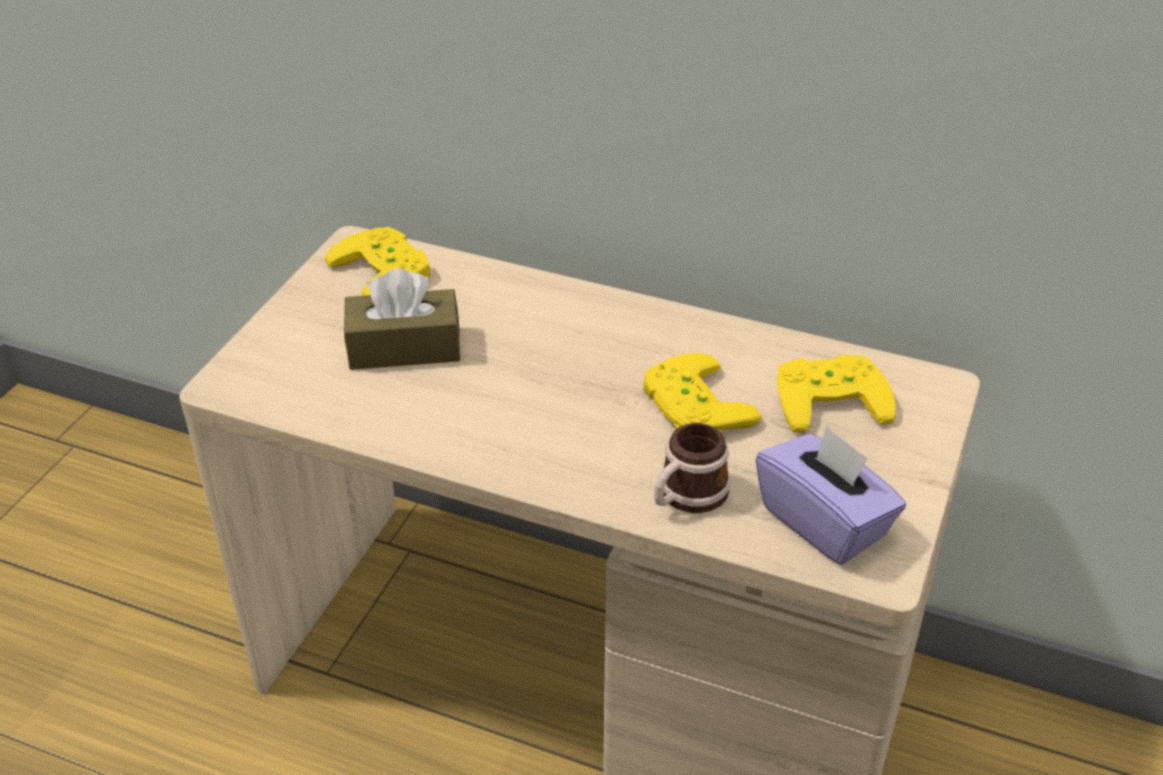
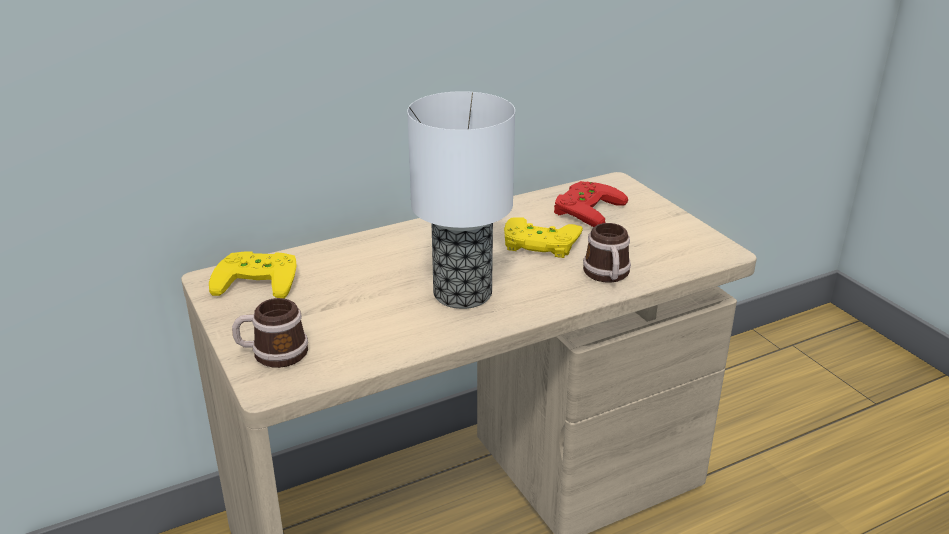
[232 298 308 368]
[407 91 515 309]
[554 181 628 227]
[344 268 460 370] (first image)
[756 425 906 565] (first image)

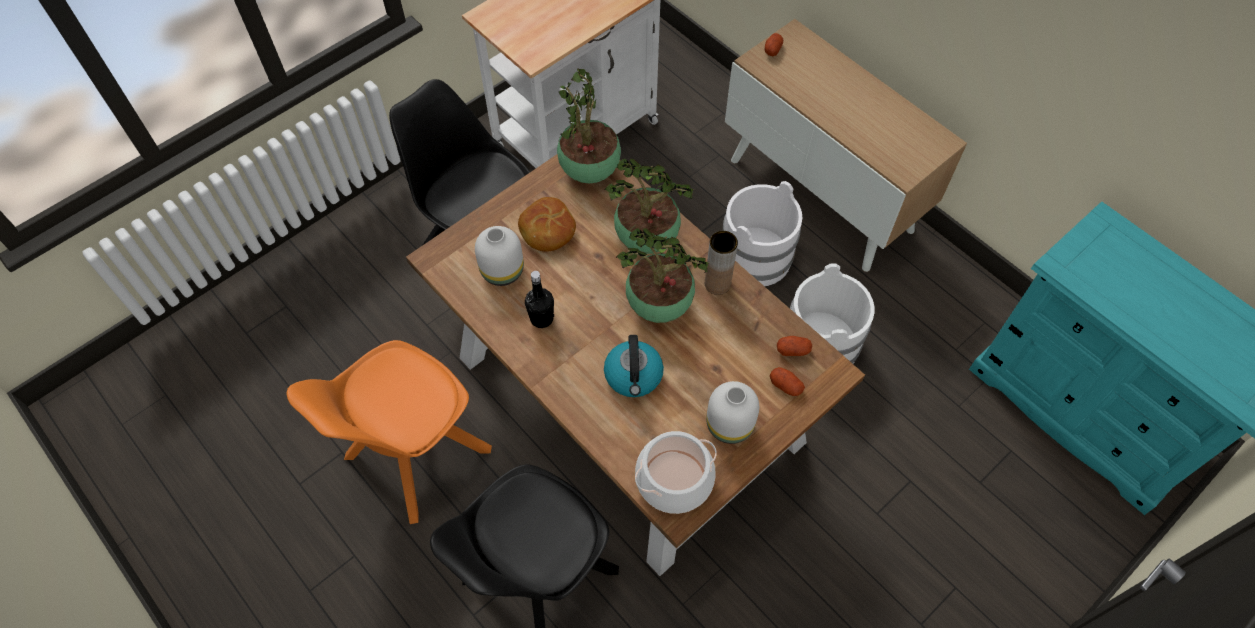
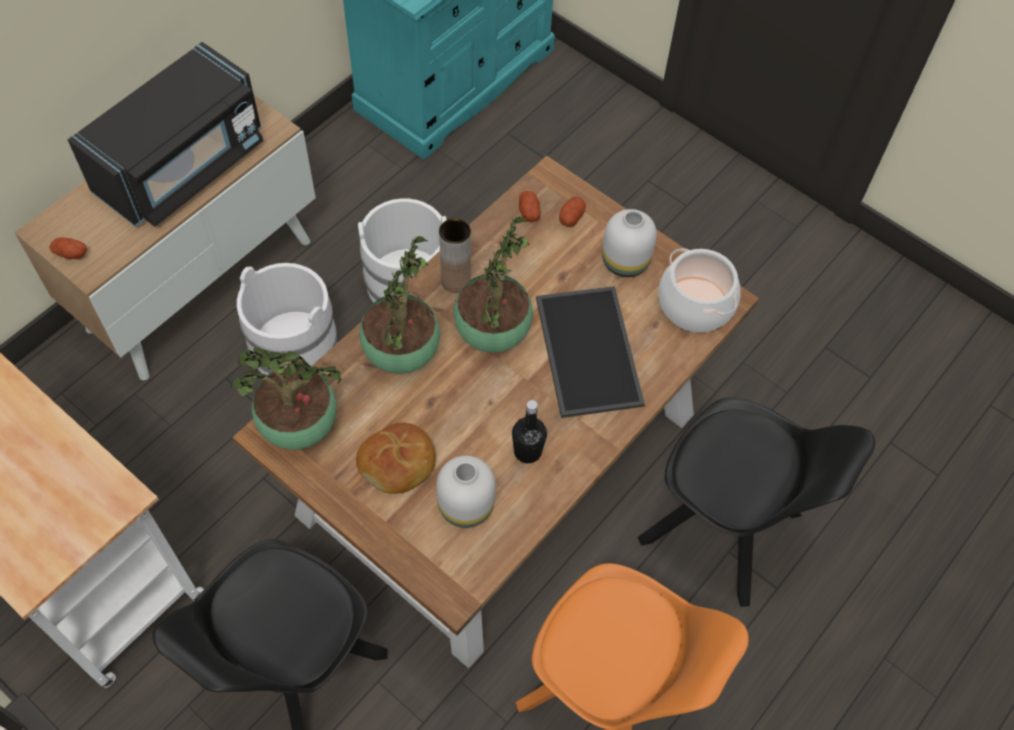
[68 42 263 227]
[536 286 645 418]

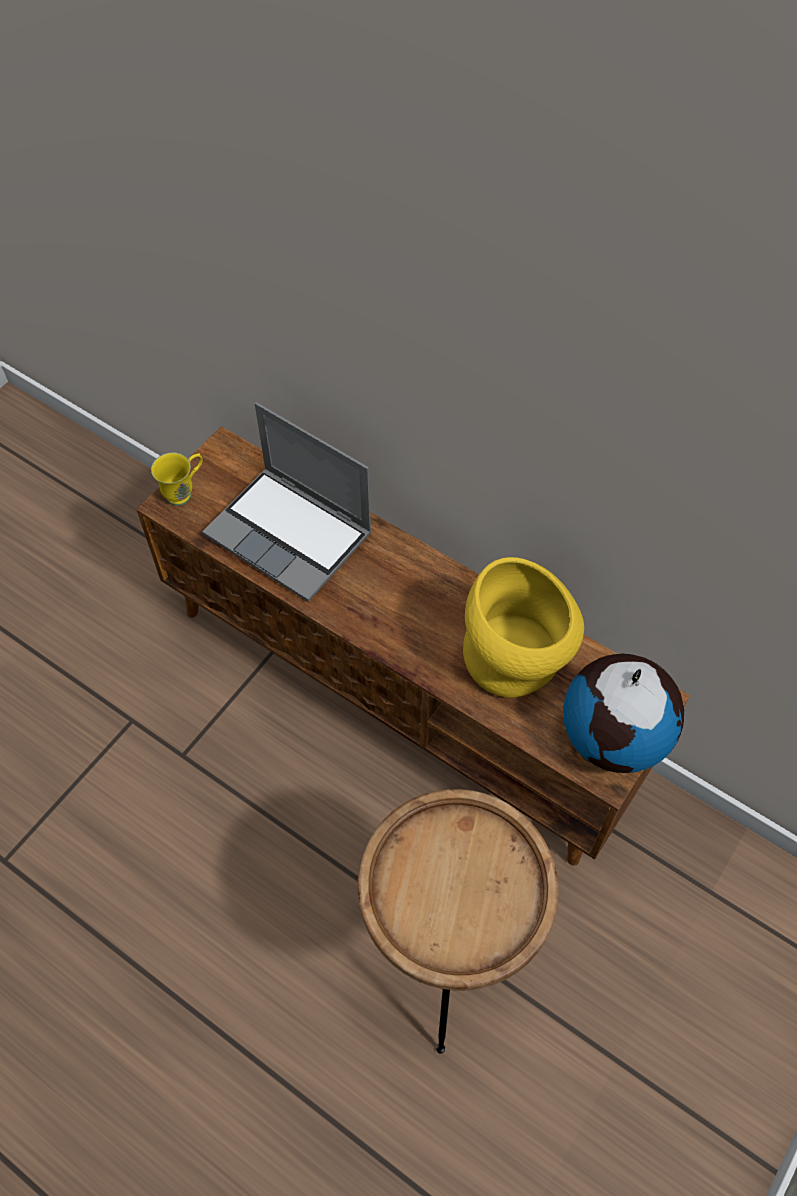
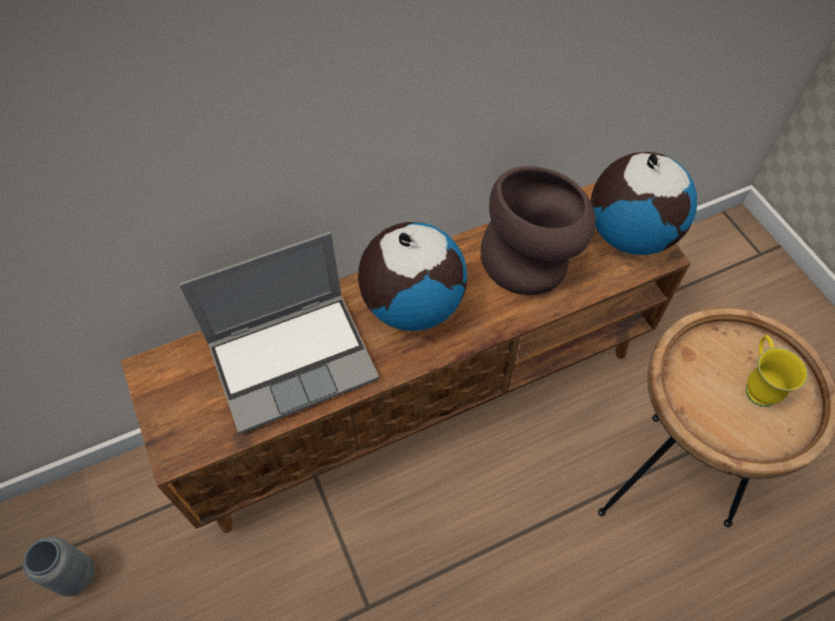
[23 537 94 597]
[358 222 467 331]
[481 166 596 295]
[746 335 808 407]

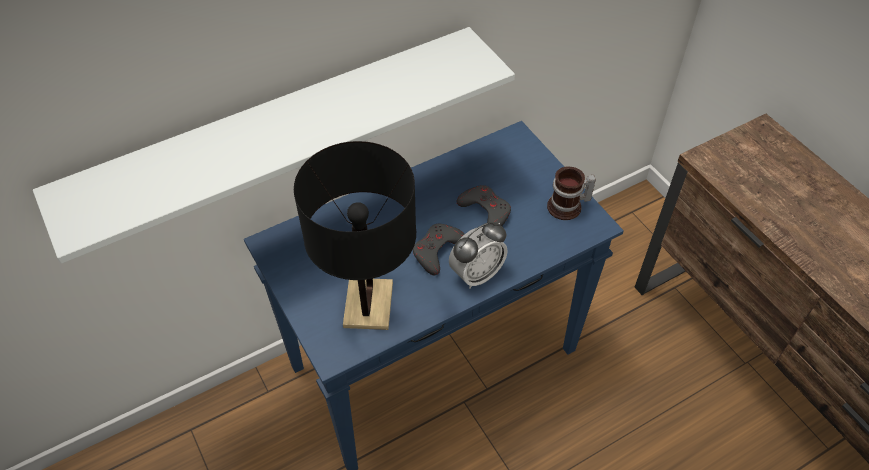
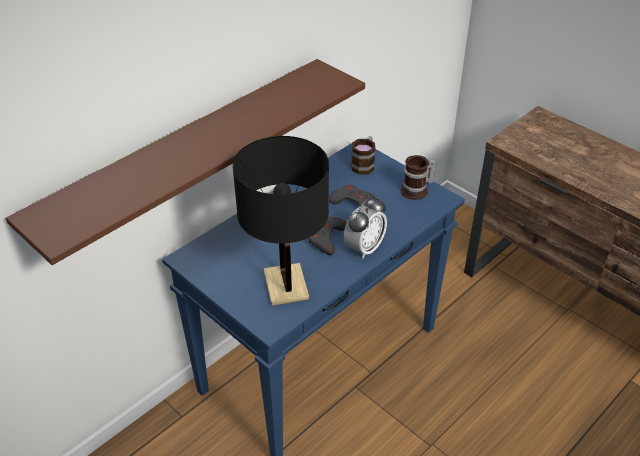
[6 59 365 265]
[351 136 375 175]

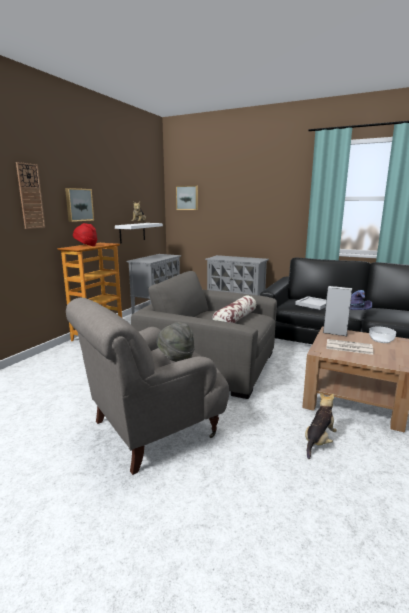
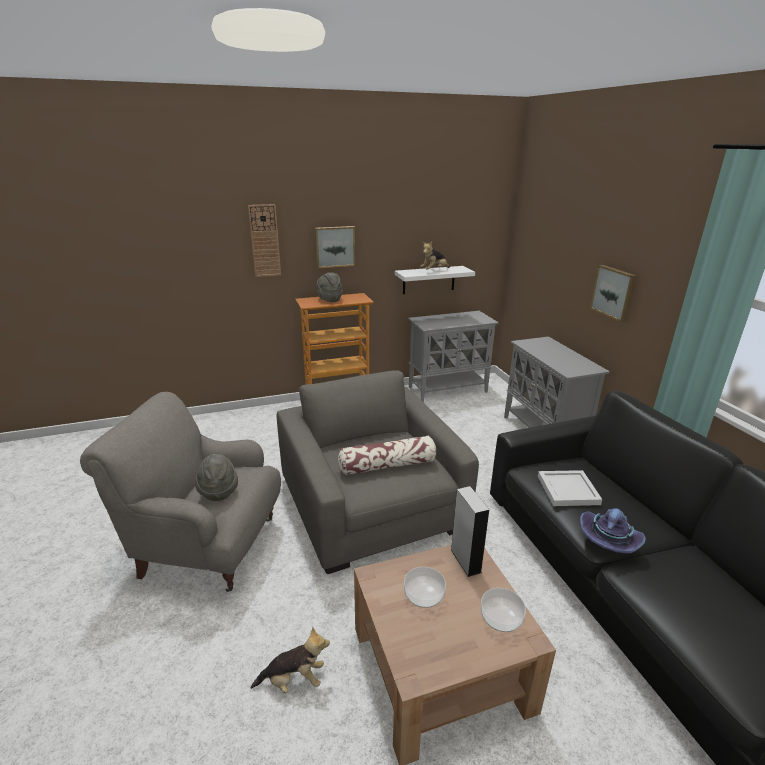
[316 272 343 302]
[404 567 446 608]
[590 265 637 322]

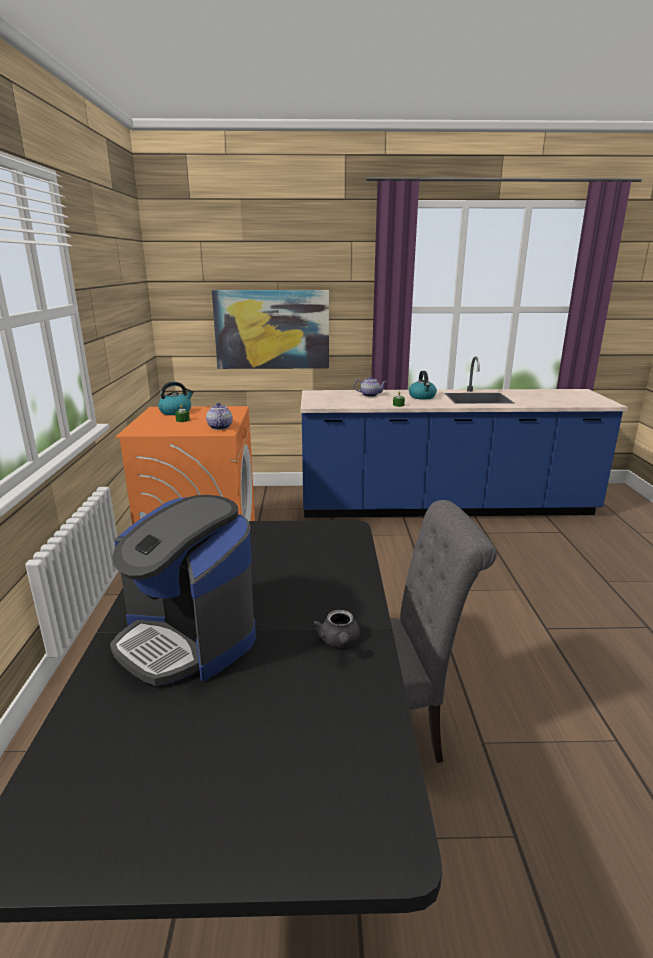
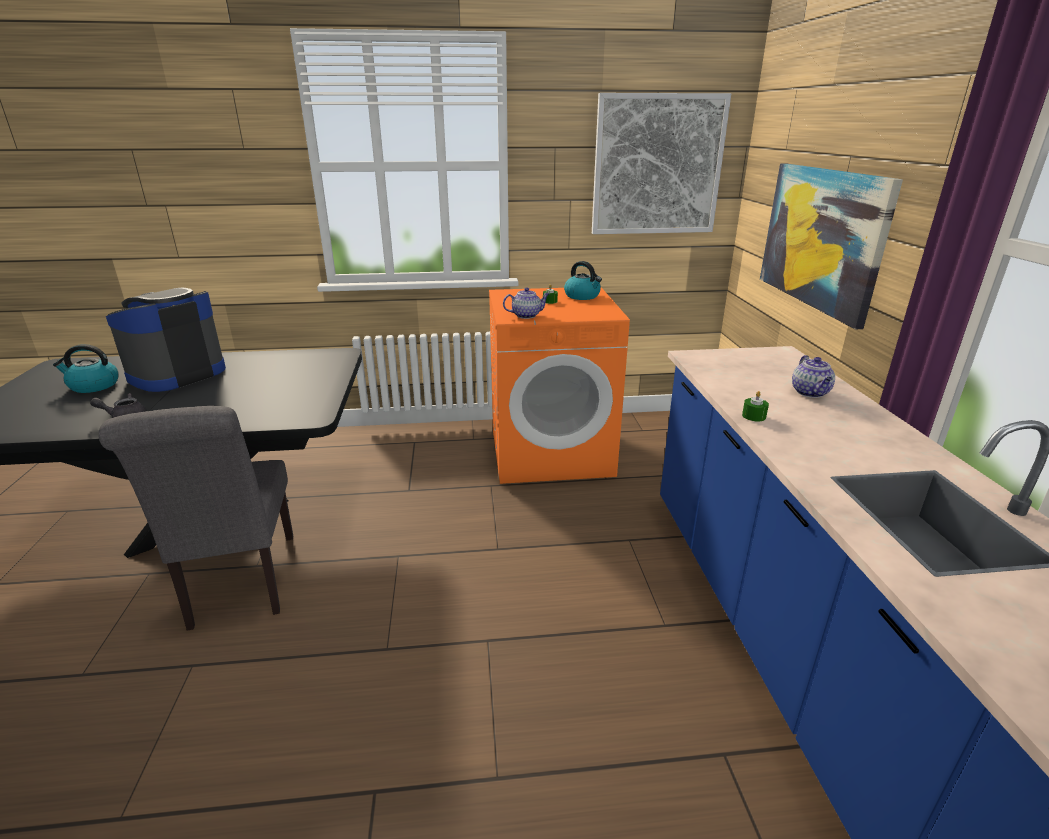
[53 344 118 393]
[592 93 731 234]

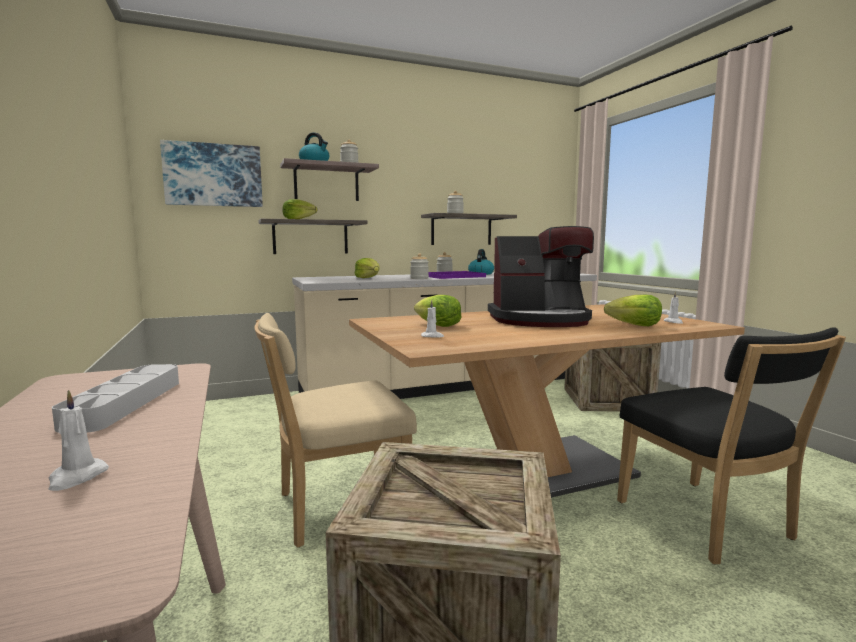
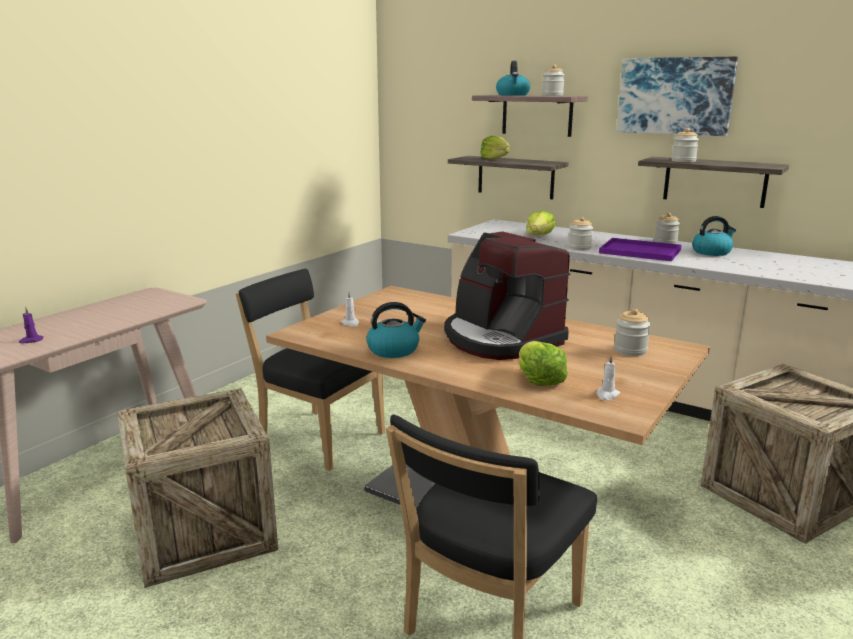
[19 307 43 343]
[236 269 385 471]
[366 302 426 358]
[614 308 651 356]
[617 57 738 136]
[52 364 179 433] (first image)
[414 295 462 327] (first image)

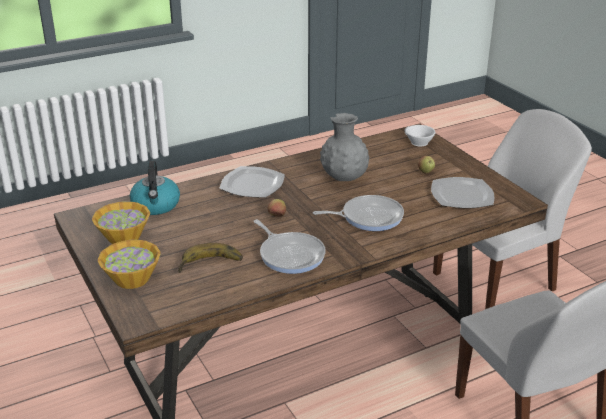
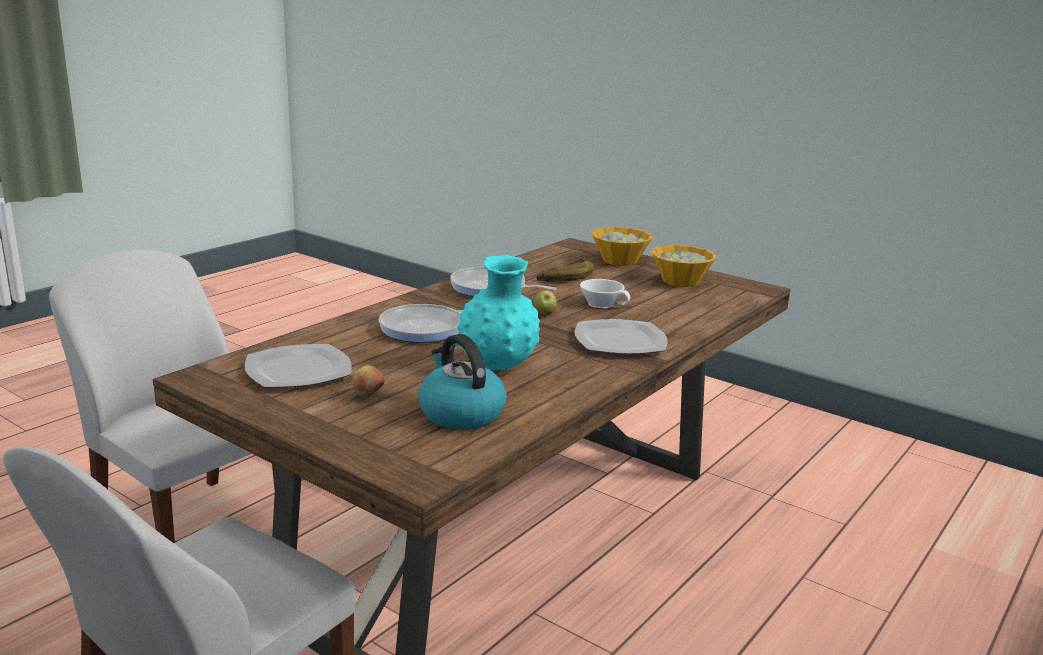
[418 334 507 430]
[457 255 540 370]
[580 279 630 308]

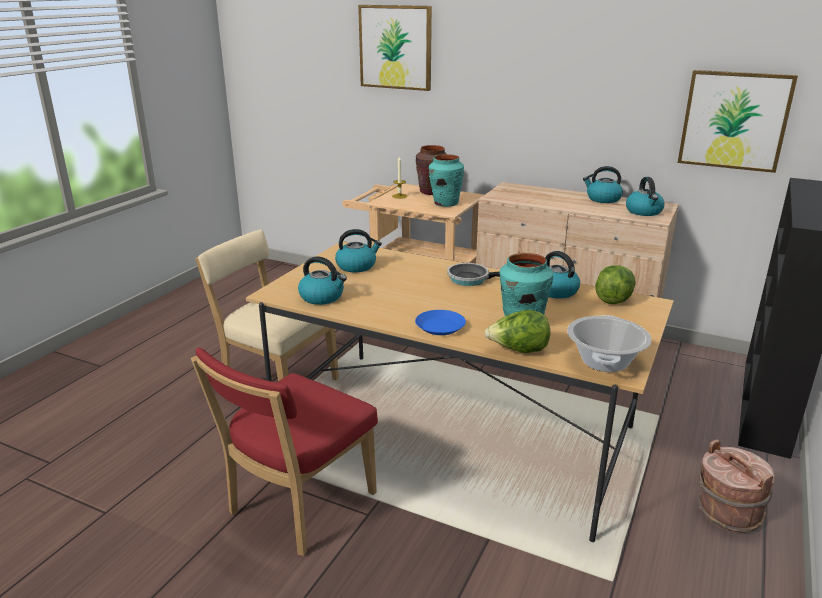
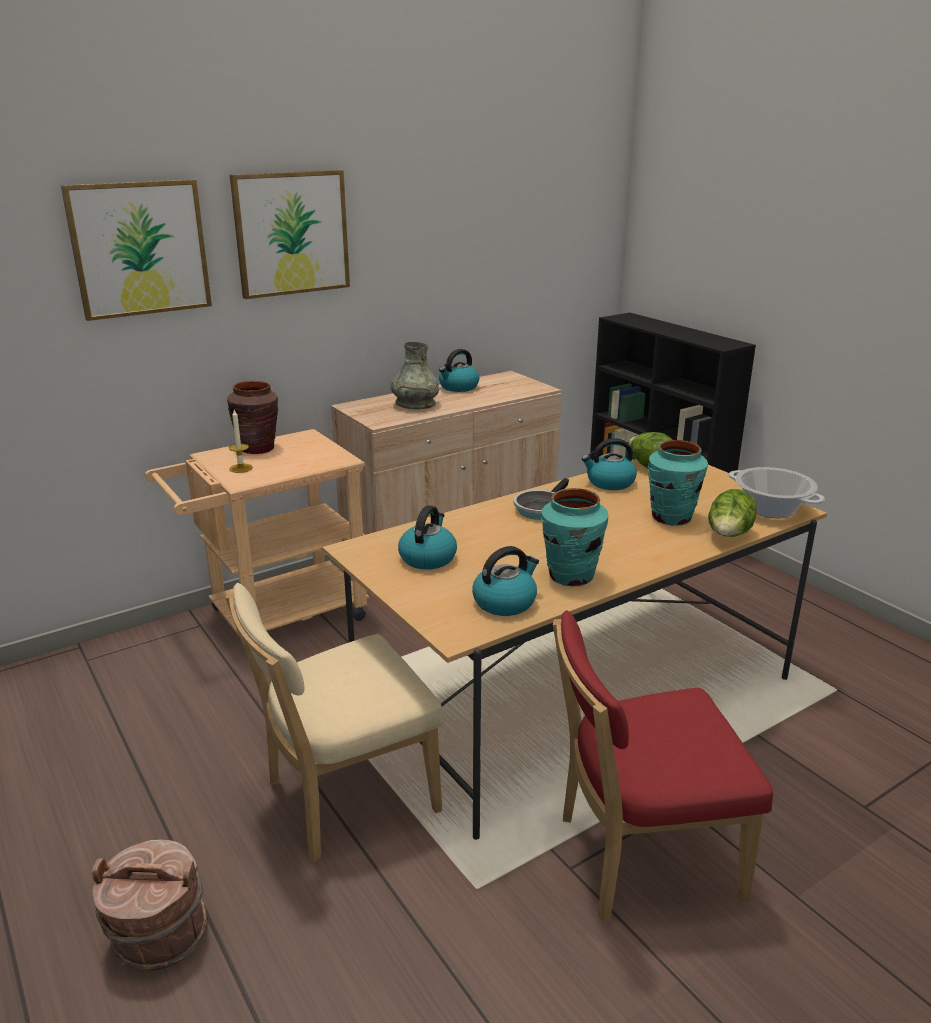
[92 839 207 971]
[230 170 350 299]
[390 342 439 409]
[541 488 608 586]
[553 610 773 923]
[415 310 466 335] (first image)
[626 177 665 216] (first image)

